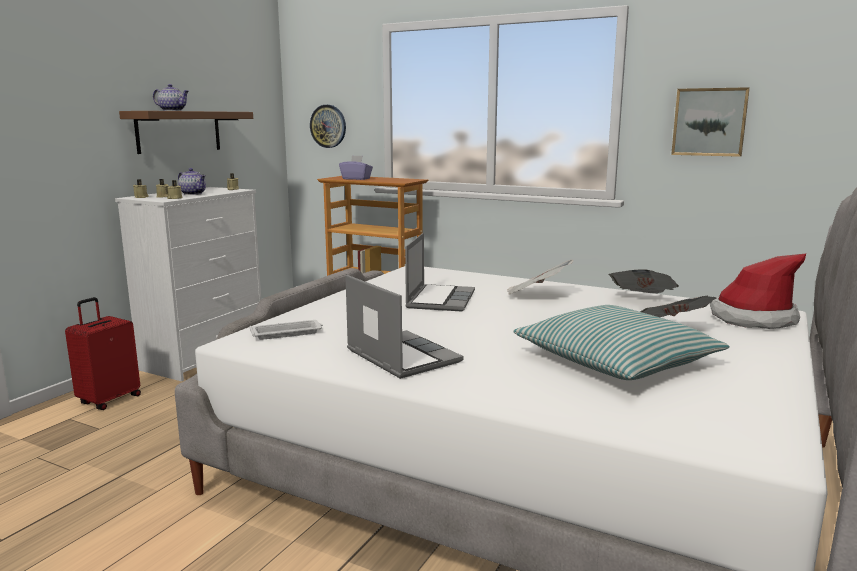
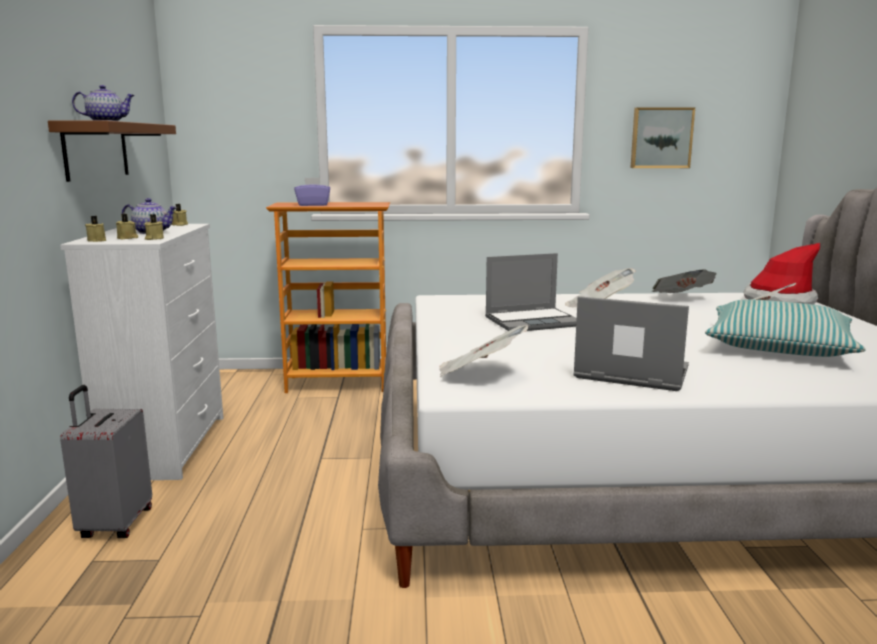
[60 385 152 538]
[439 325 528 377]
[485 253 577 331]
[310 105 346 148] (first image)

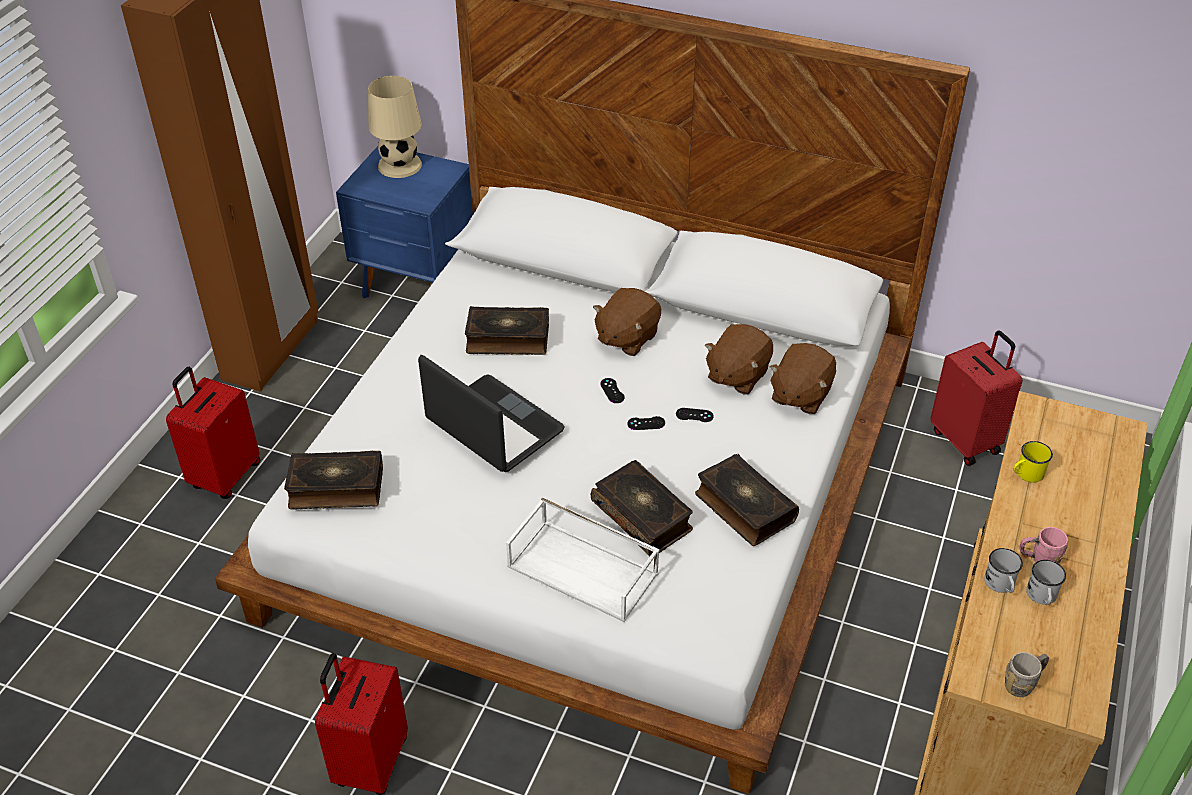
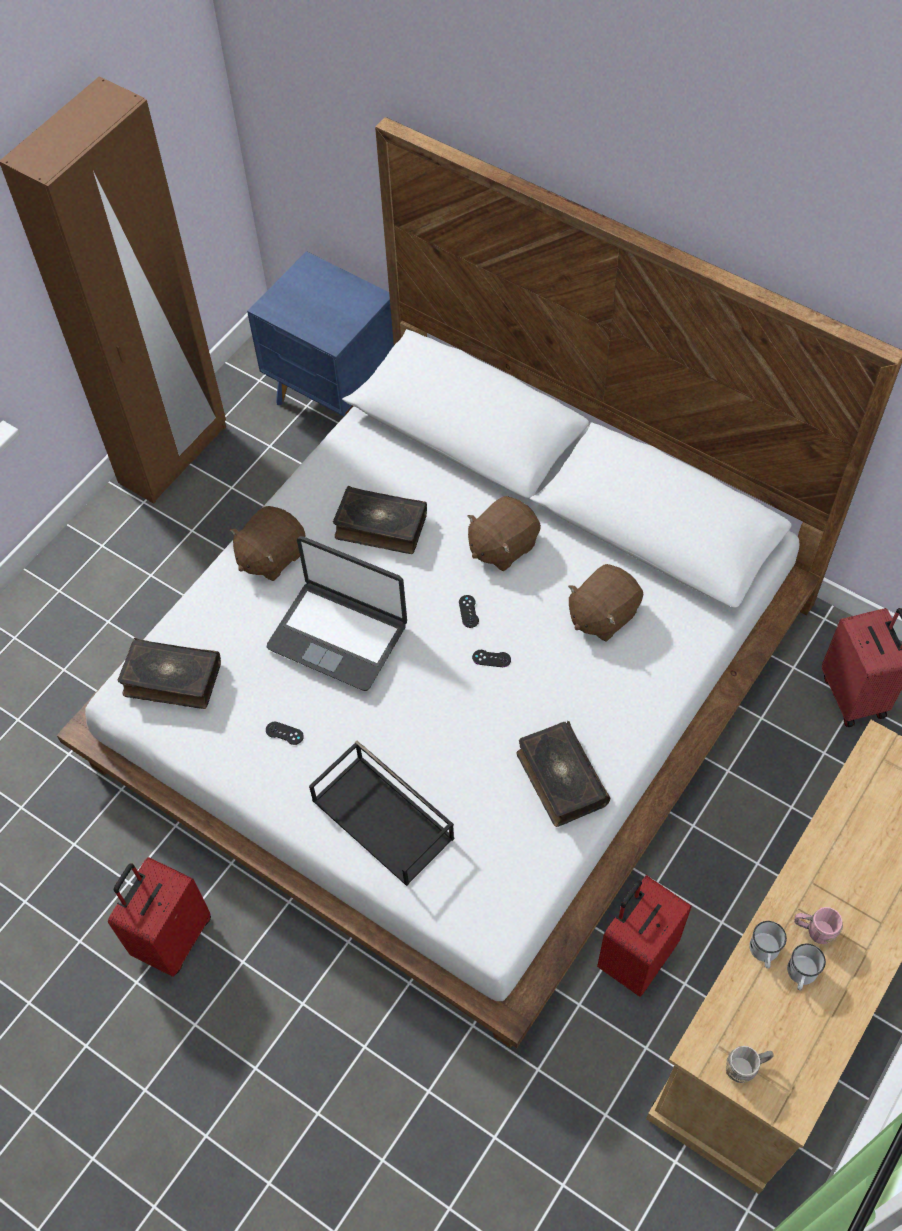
[230 506 305 581]
[266 722 304 745]
[267 536 407 691]
[309 741 455 886]
[597 875 692 997]
[368 76 422 178] (first image)
[591 460 693 556] (first image)
[1013 441 1053 482] (first image)

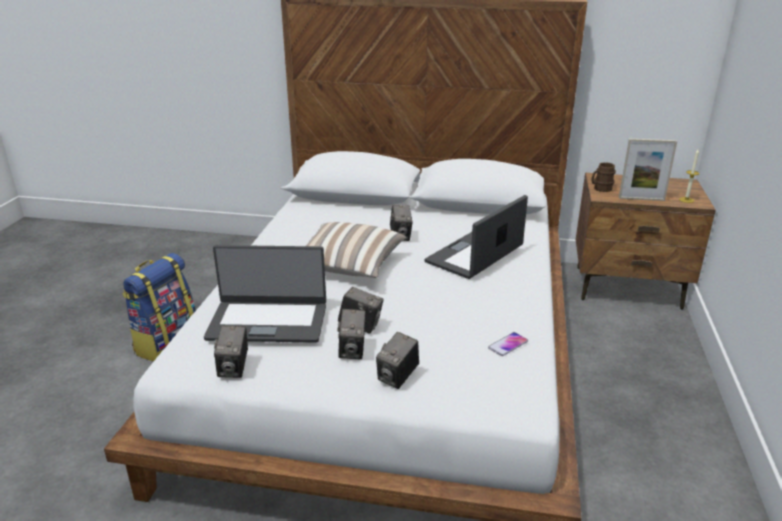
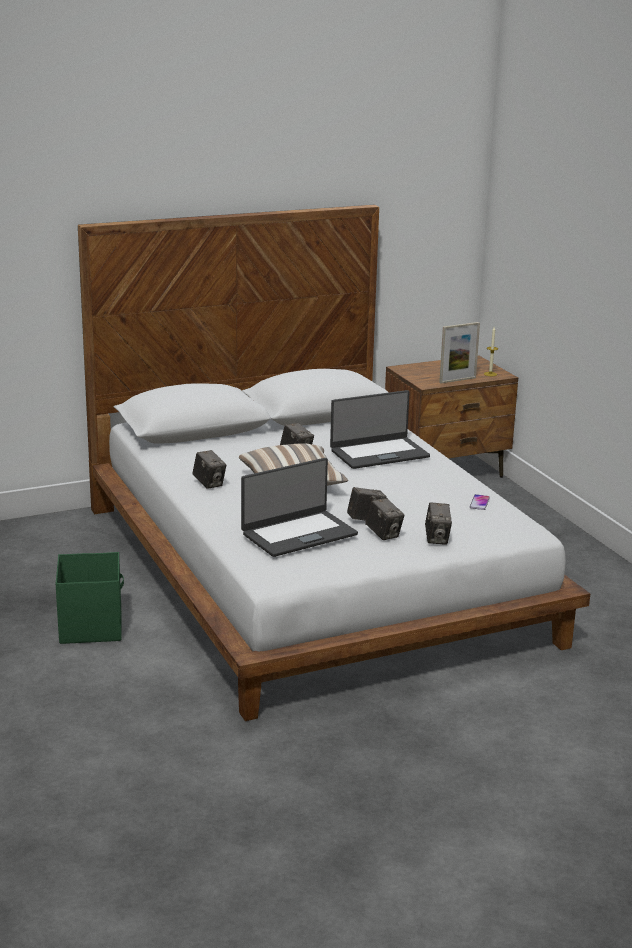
[56 552 124 644]
[192 450 226 489]
[330 390 430 469]
[591 162 616 192] (first image)

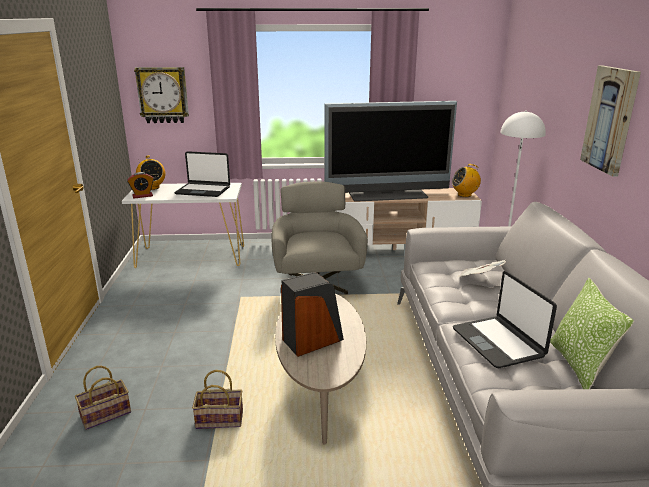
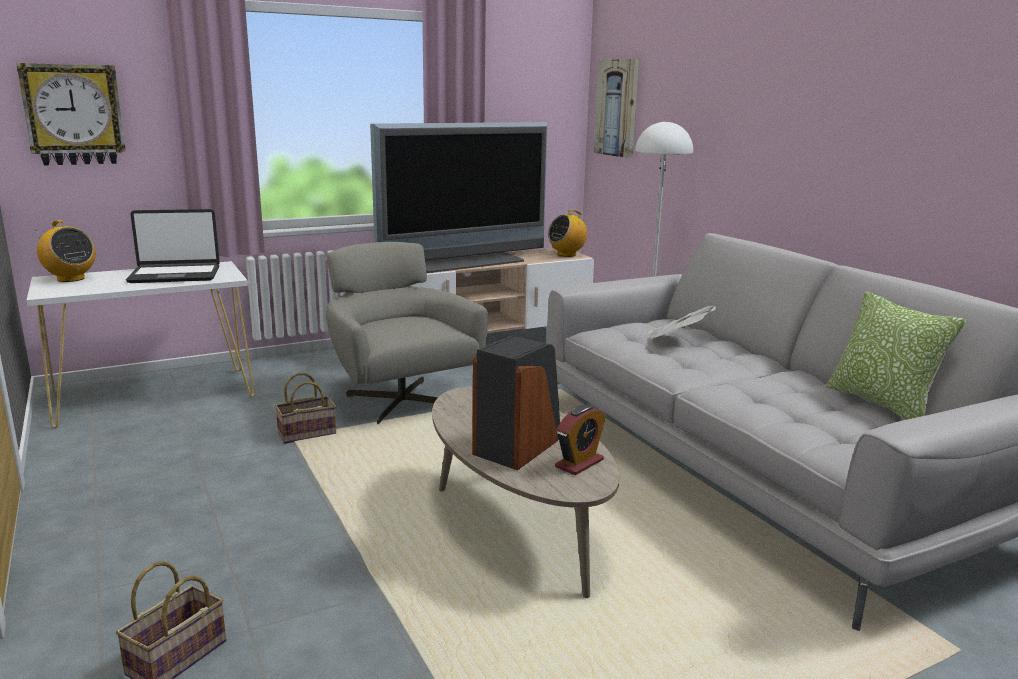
[275 373 336 444]
[555 405 606 475]
[594 59 639 158]
[453 271 557 368] (first image)

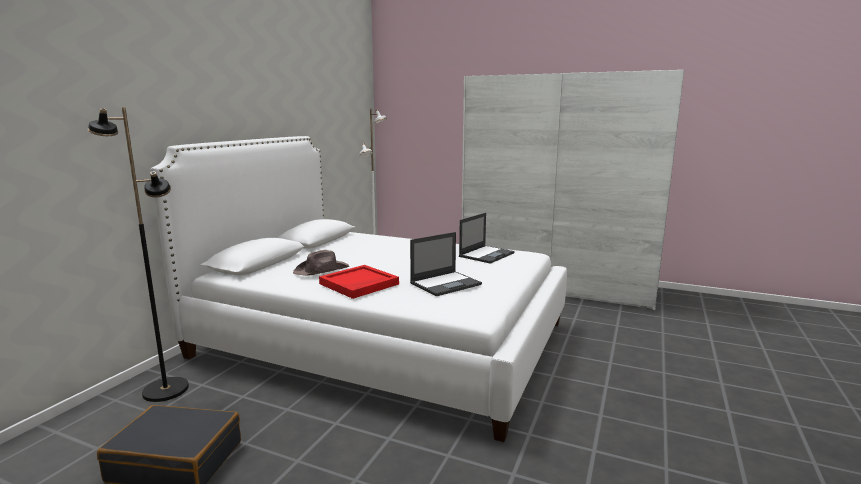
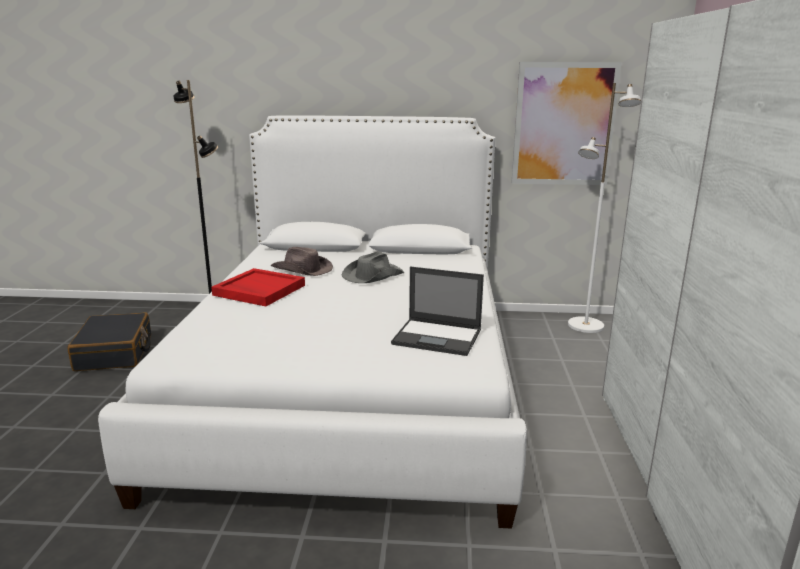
[341 251 404 283]
[511 62 622 185]
[410 232 482 296] (first image)

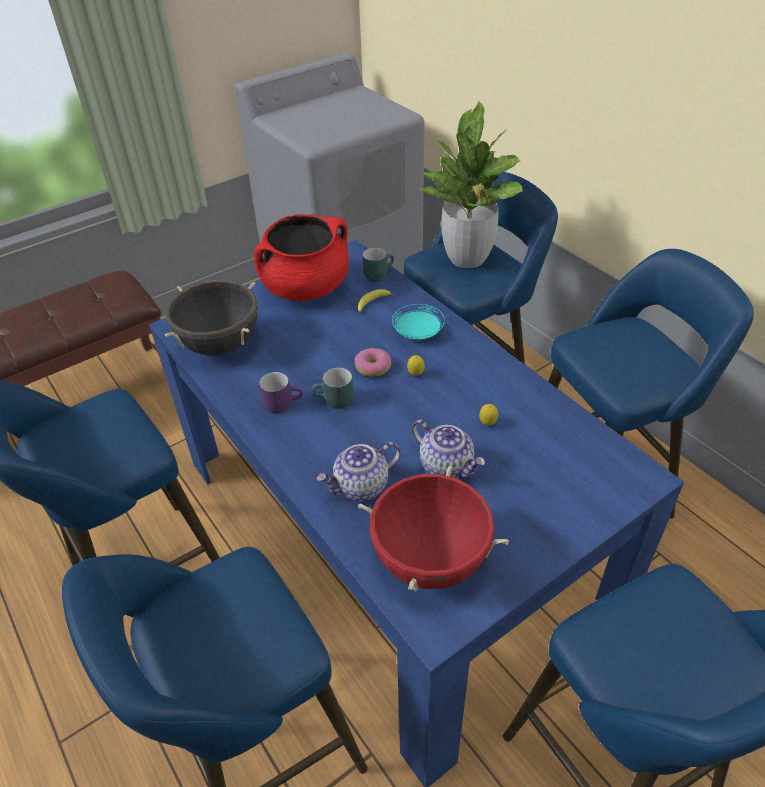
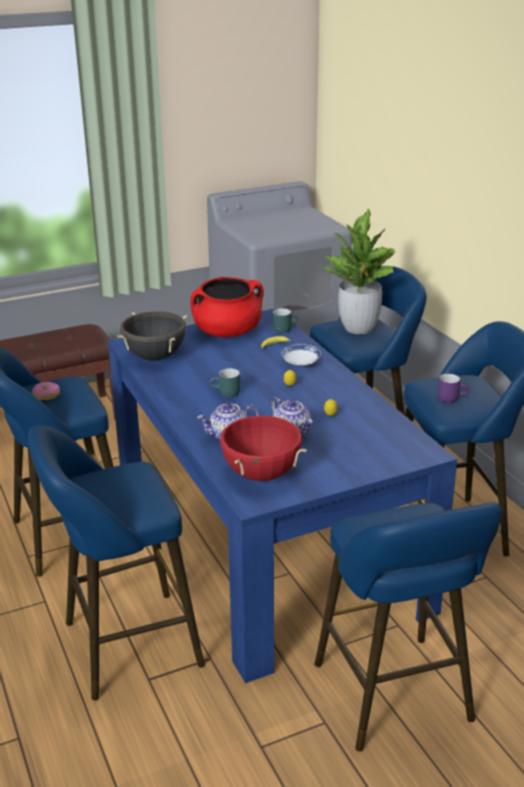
[32 382 60 400]
[281 344 321 366]
[438 374 469 403]

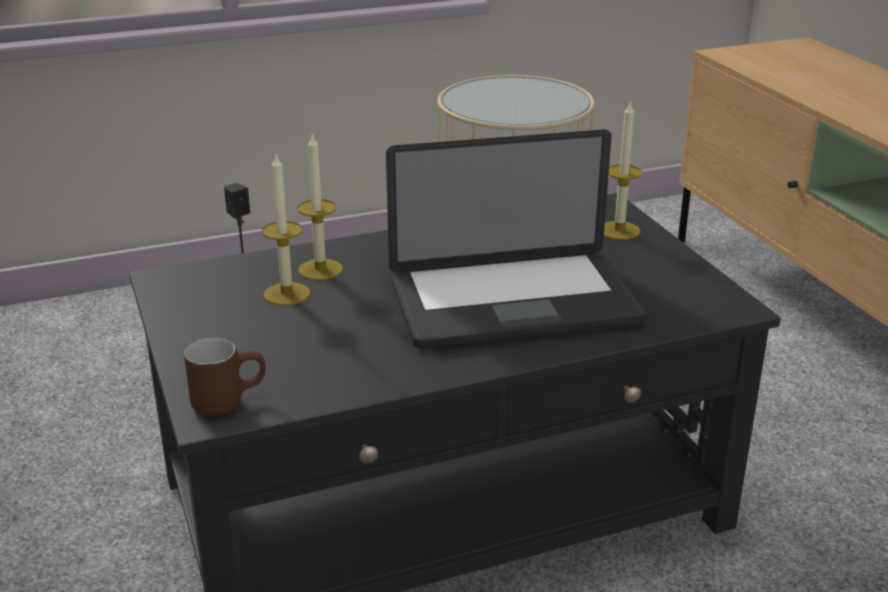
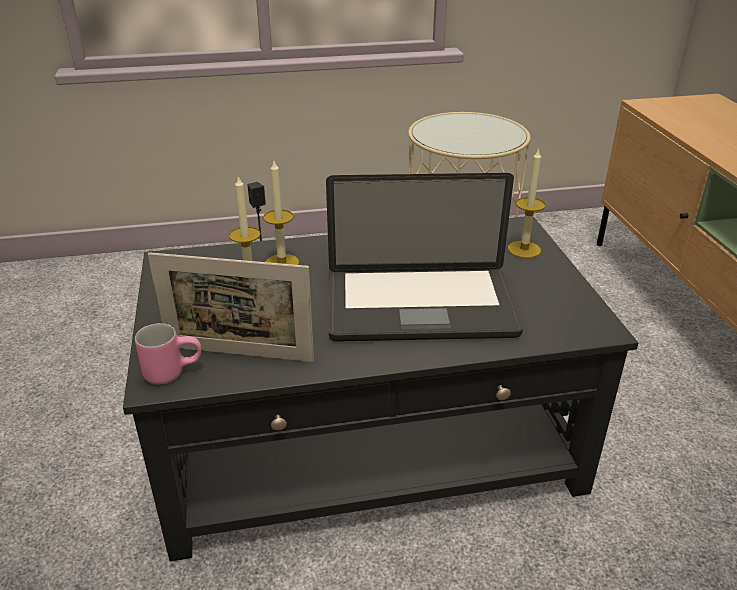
[135 323 202 385]
[148 252 314 362]

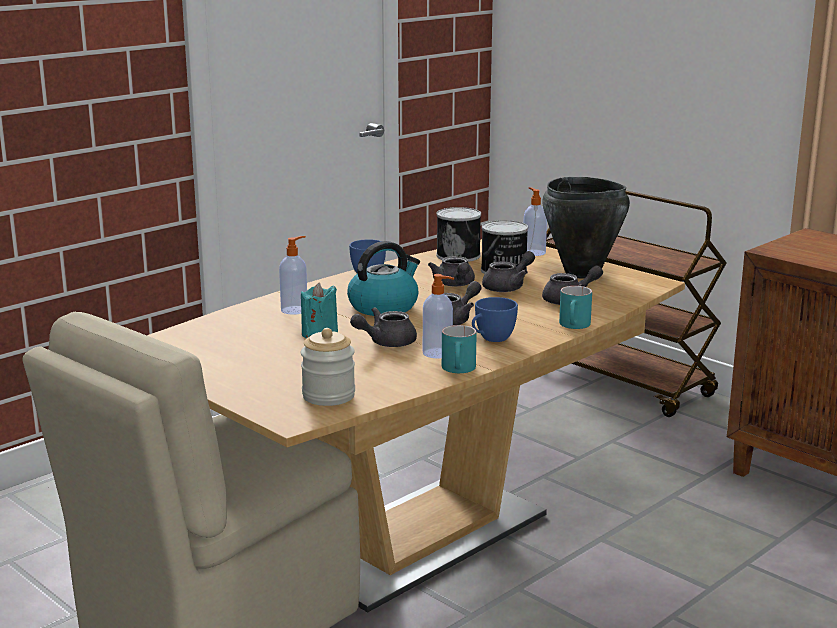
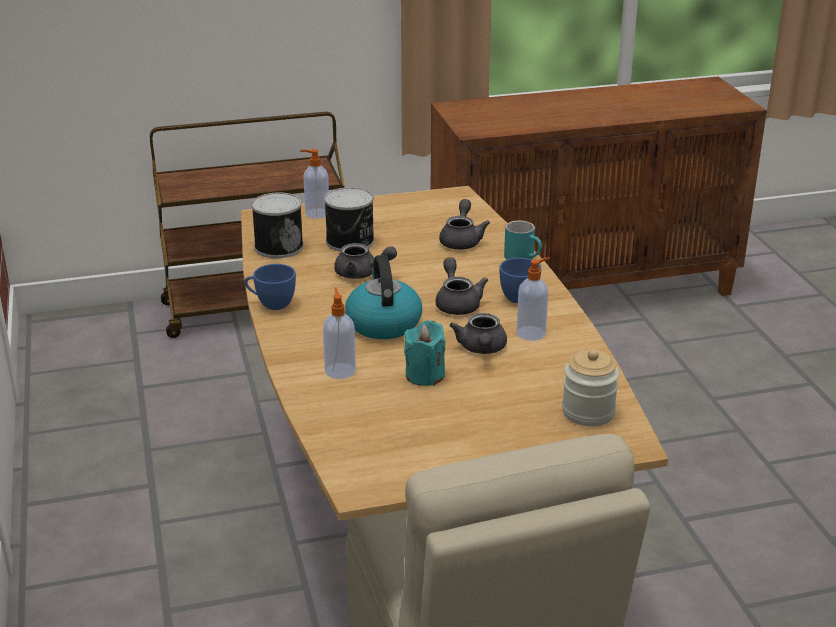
[442 325 477 373] (first image)
[482 251 535 292] (first image)
[542 177 630 279] (first image)

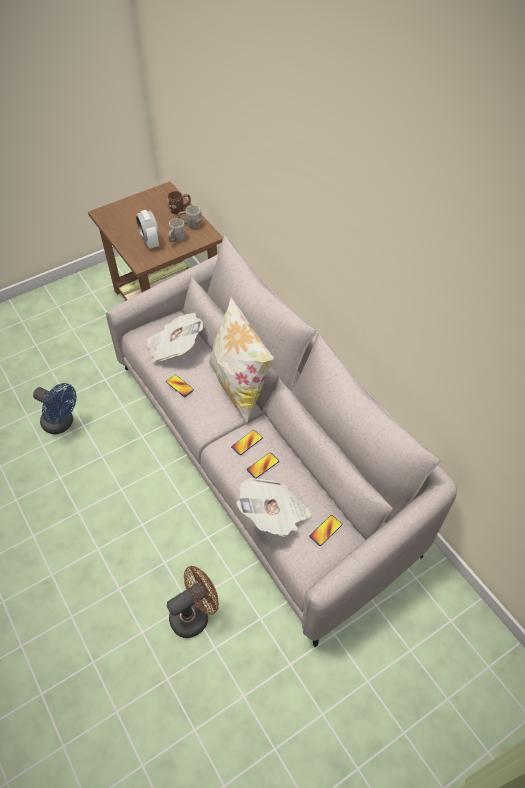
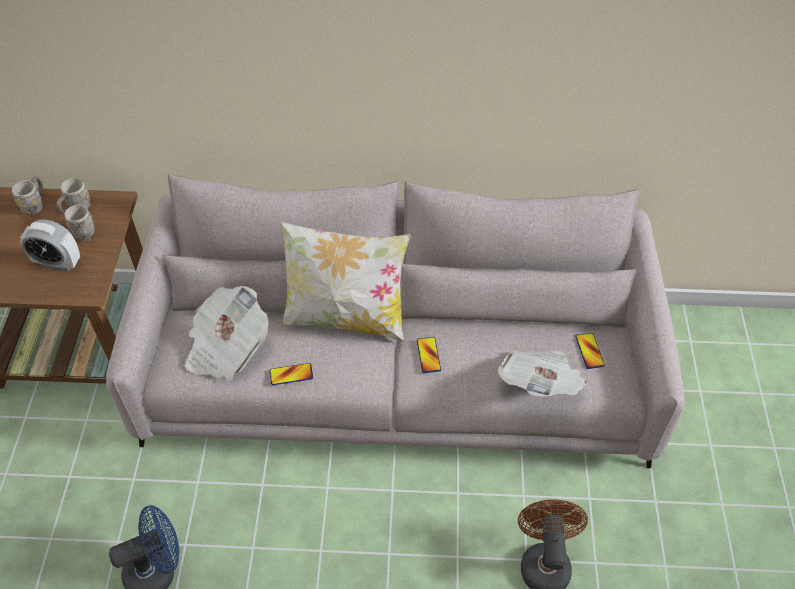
[12 176 43 215]
[247 452 279 478] (first image)

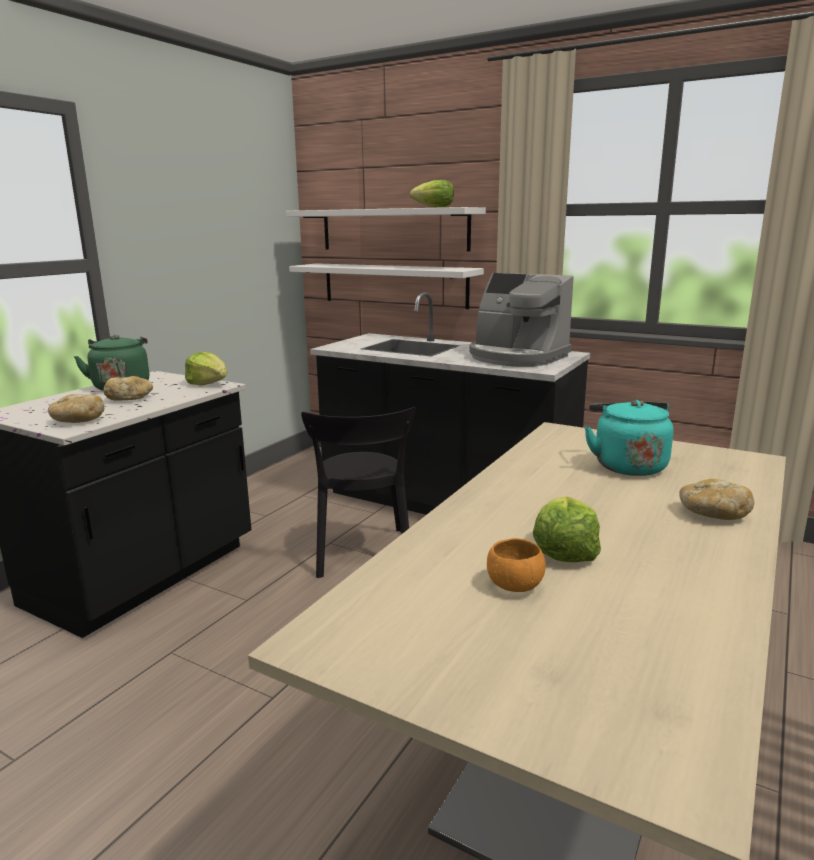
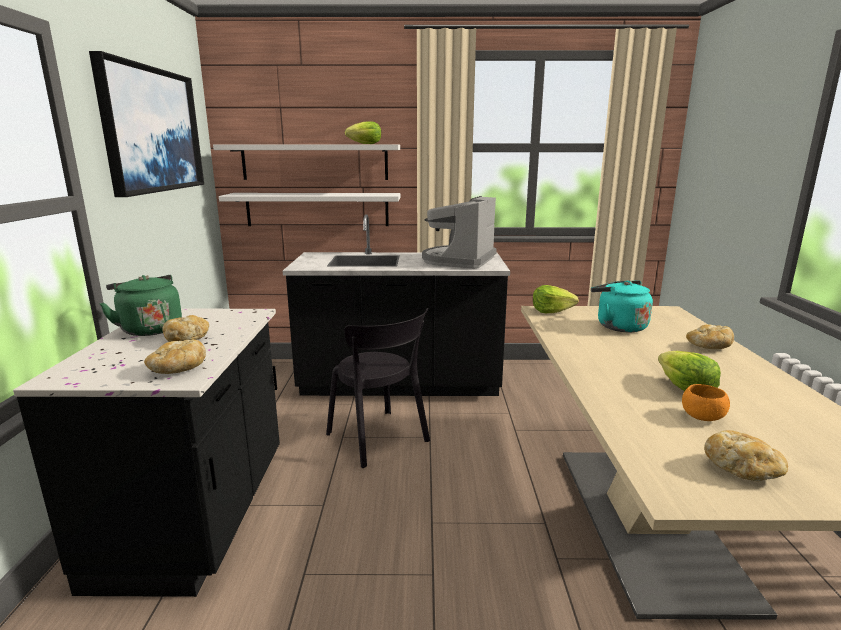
[89 51 204 197]
[422 196 497 269]
[533 285 579 313]
[704 430 788 482]

